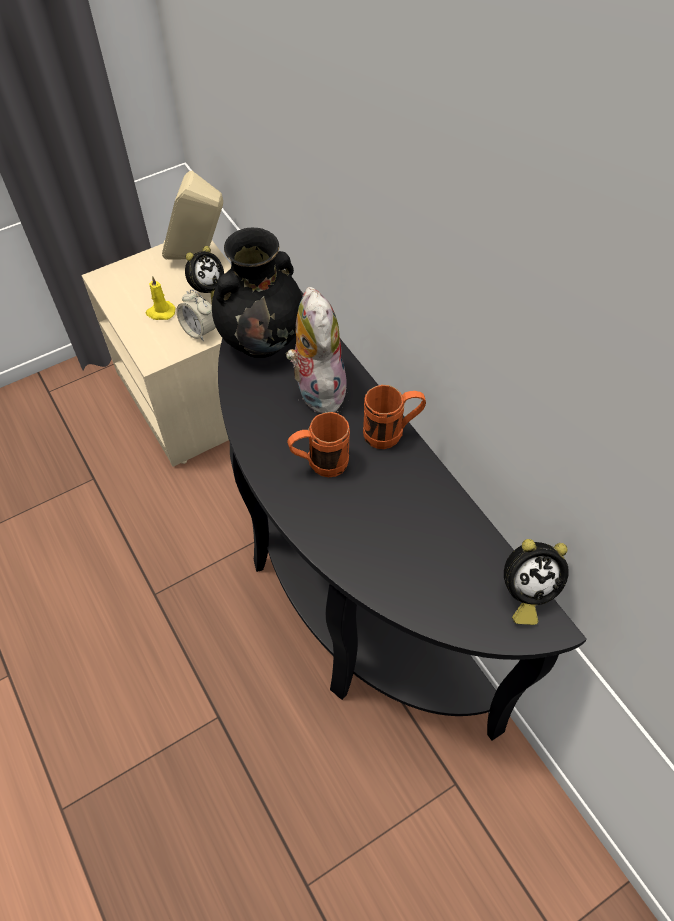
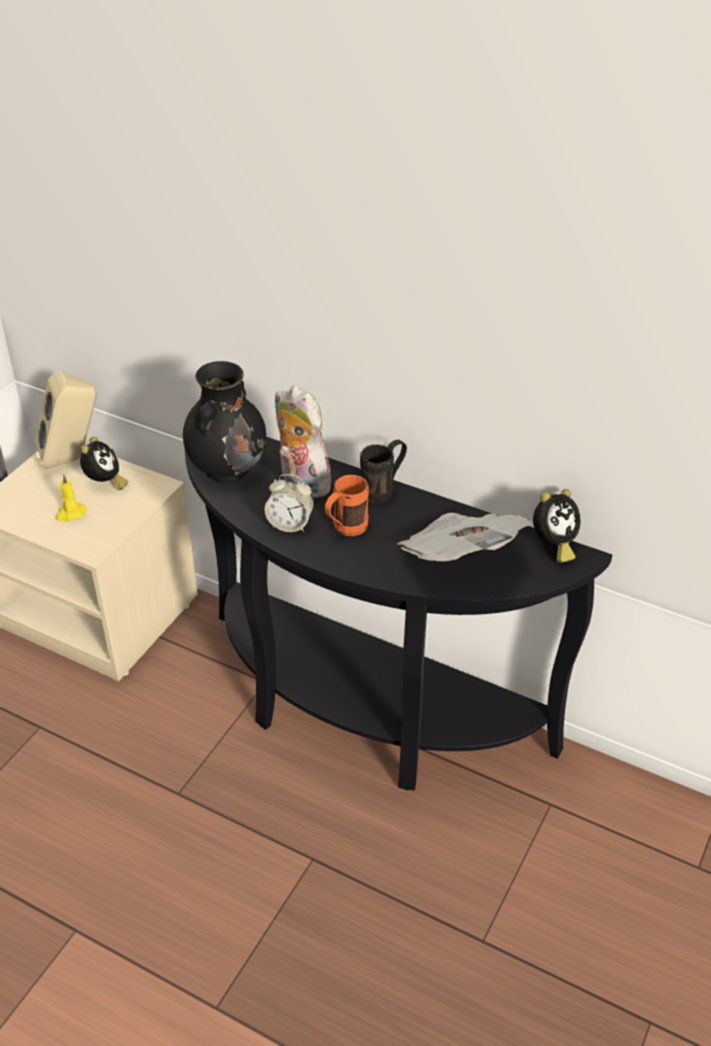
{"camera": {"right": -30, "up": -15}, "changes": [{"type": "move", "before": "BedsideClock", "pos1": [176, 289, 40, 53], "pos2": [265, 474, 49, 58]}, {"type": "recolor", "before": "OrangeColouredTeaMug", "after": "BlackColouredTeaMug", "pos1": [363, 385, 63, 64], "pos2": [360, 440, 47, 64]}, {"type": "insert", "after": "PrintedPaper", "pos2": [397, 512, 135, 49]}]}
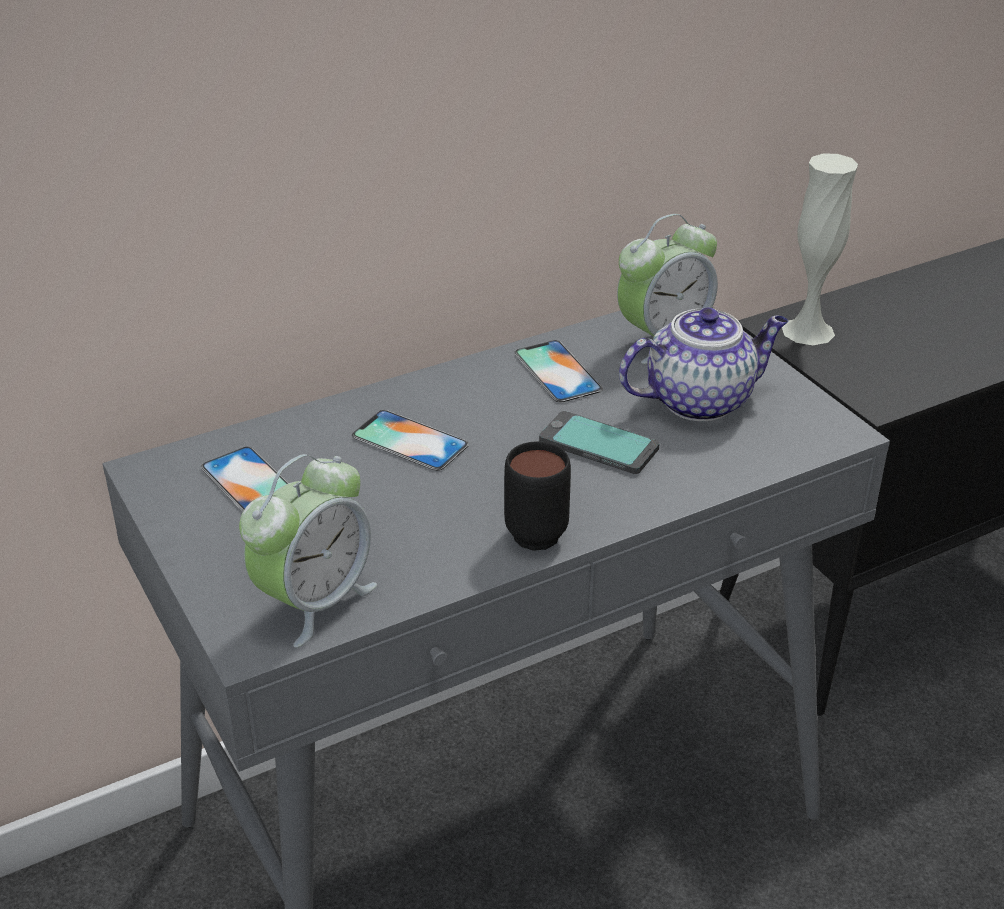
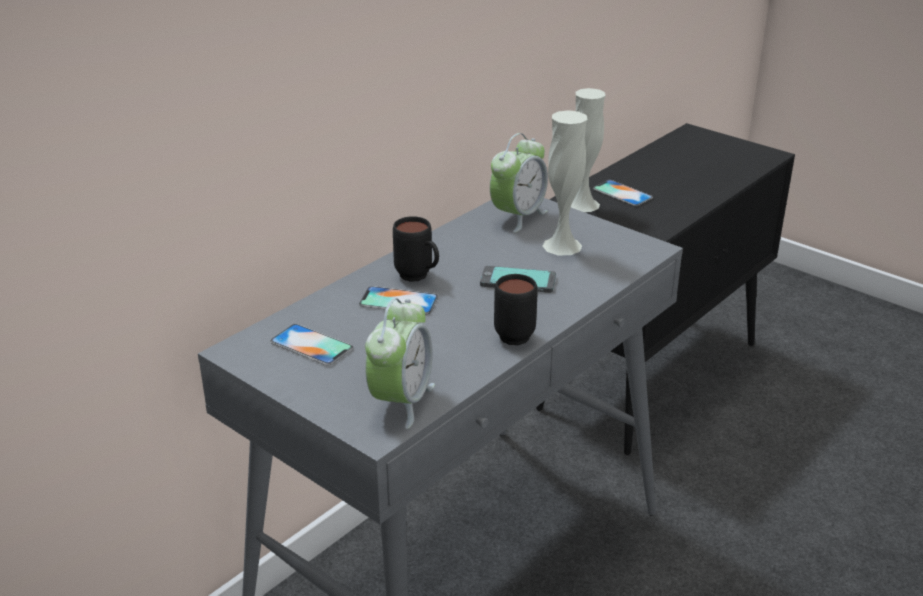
{"camera": {"right": -20, "up": -5}, "changes": [{"type": "replace", "before": "TeaPot", "after": "WhiteColouredFlowerVase", "pos1": [619, 308, 169, 113], "pos2": [543, 110, 44, 145]}, {"type": "move", "before": "Handset", "pos1": [514, 340, 89, 63], "pos2": [593, 180, 60, 26]}, {"type": "insert", "after": "BlackColouredTeaMug", "pos2": [393, 216, 46, 66]}]}
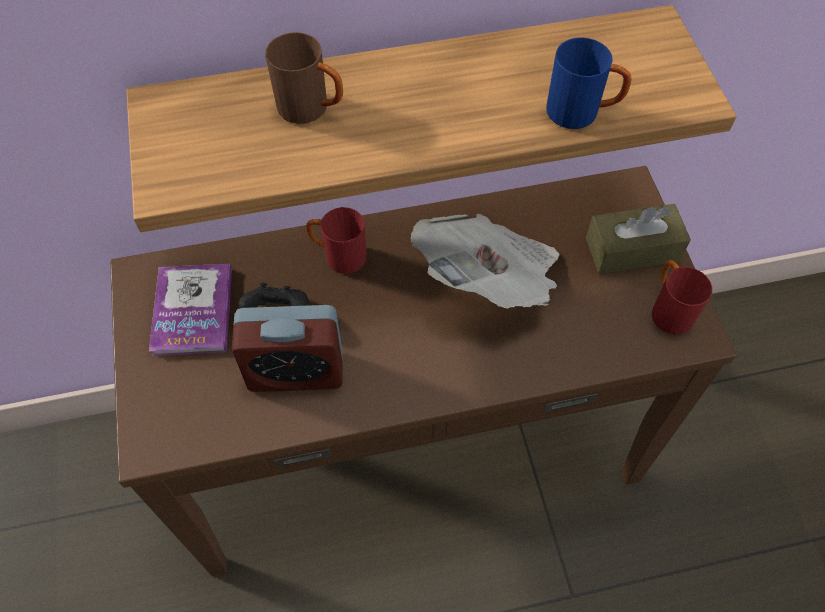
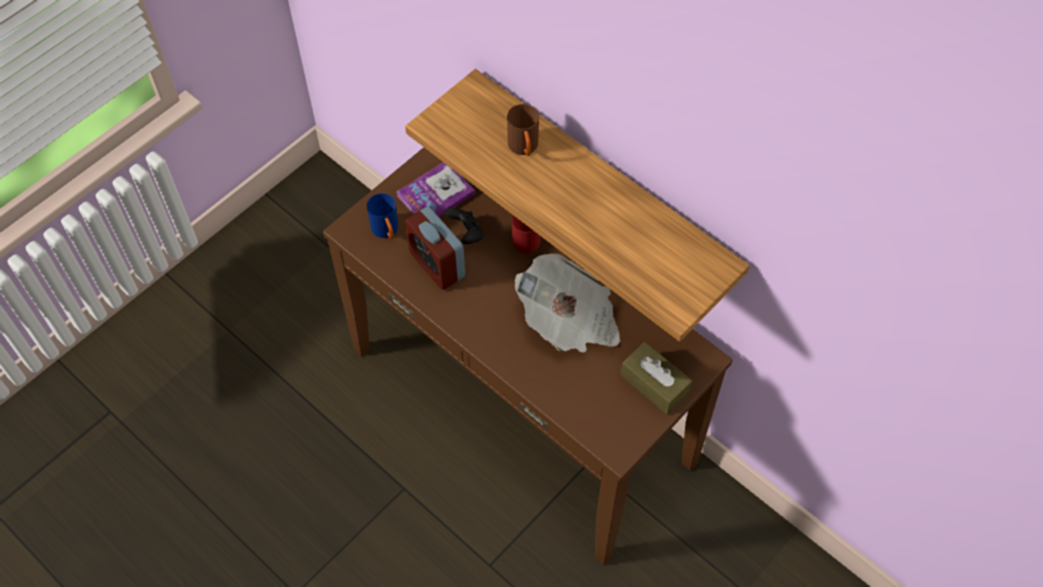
{"camera": {"right": 55, "up": 0}, "changes": [{"type": "move", "before": "BluishTeaMug", "pos1": [546, 37, 86, 92], "pos2": [367, 193, 31, 46]}, {"type": "delete", "before": "ReddishTeaMug", "pos1": [652, 260, 60, 75]}]}
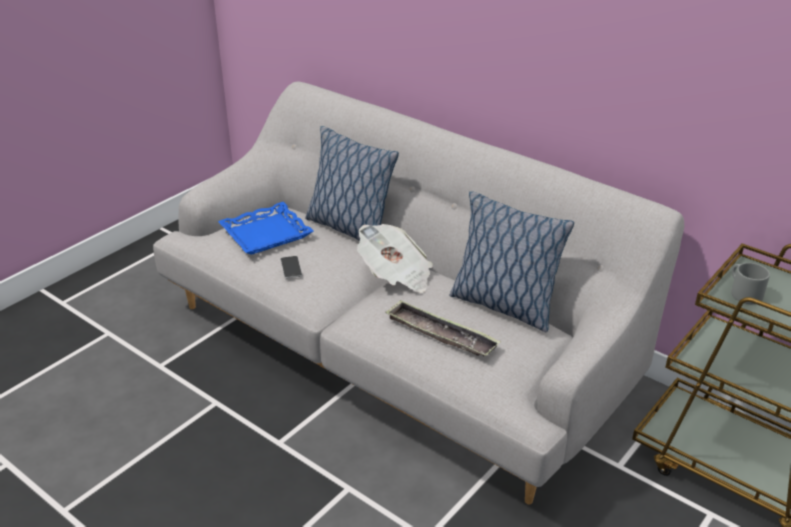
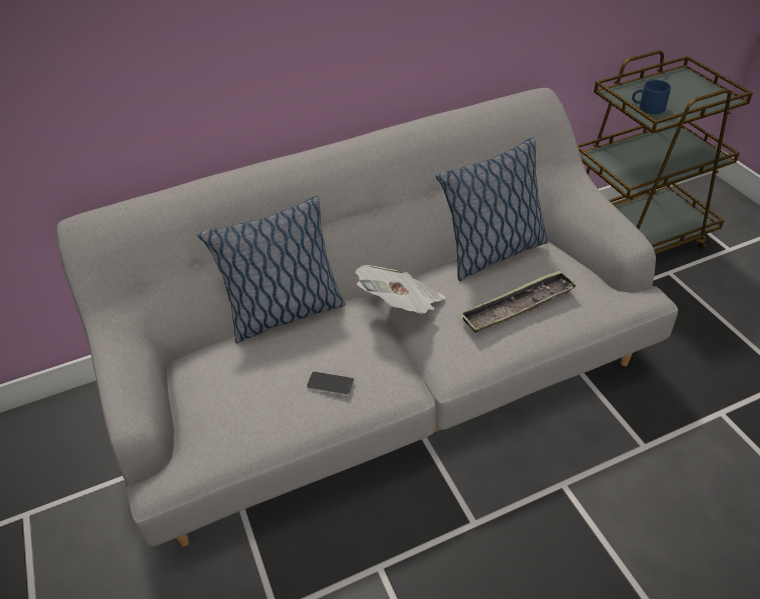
{"camera": {"right": -60, "up": 10}, "changes": [{"type": "delete", "before": "BluishCarryingTray", "pos1": [218, 202, 96, 53]}, {"type": "recolor", "before": "GreyTeaMug", "after": "BluishTeaMug", "pos1": [731, 263, 39, 41], "pos2": [632, 80, 39, 34]}]}
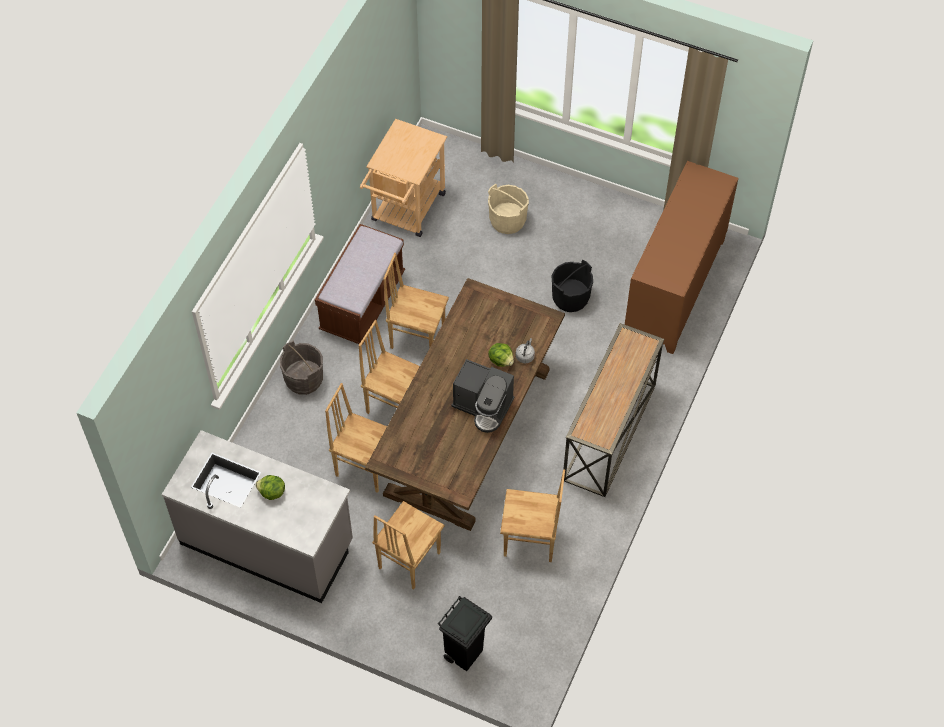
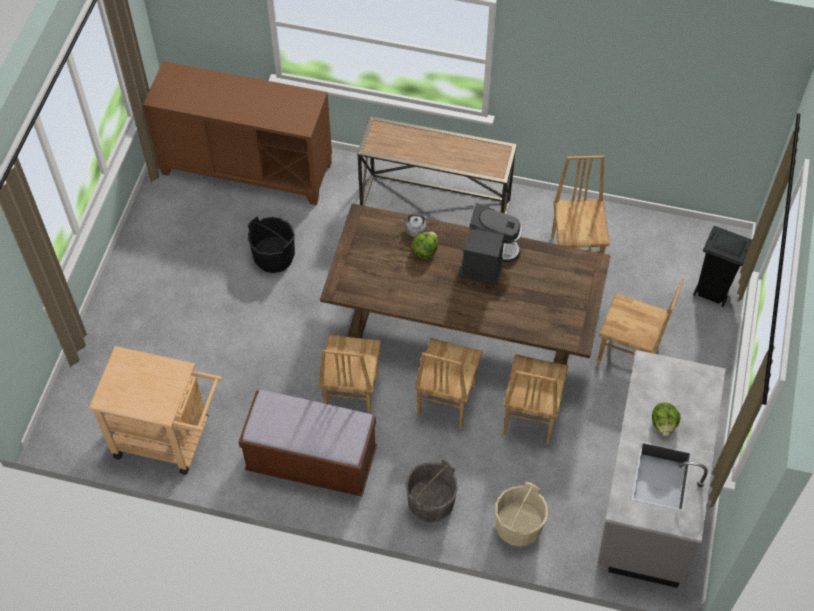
{"camera": {"right": -100, "up": 0}, "changes": [{"type": "move", "before": "BeigeBucket", "pos1": [488, 183, 41, 51], "pos2": [495, 482, 53, 65]}]}
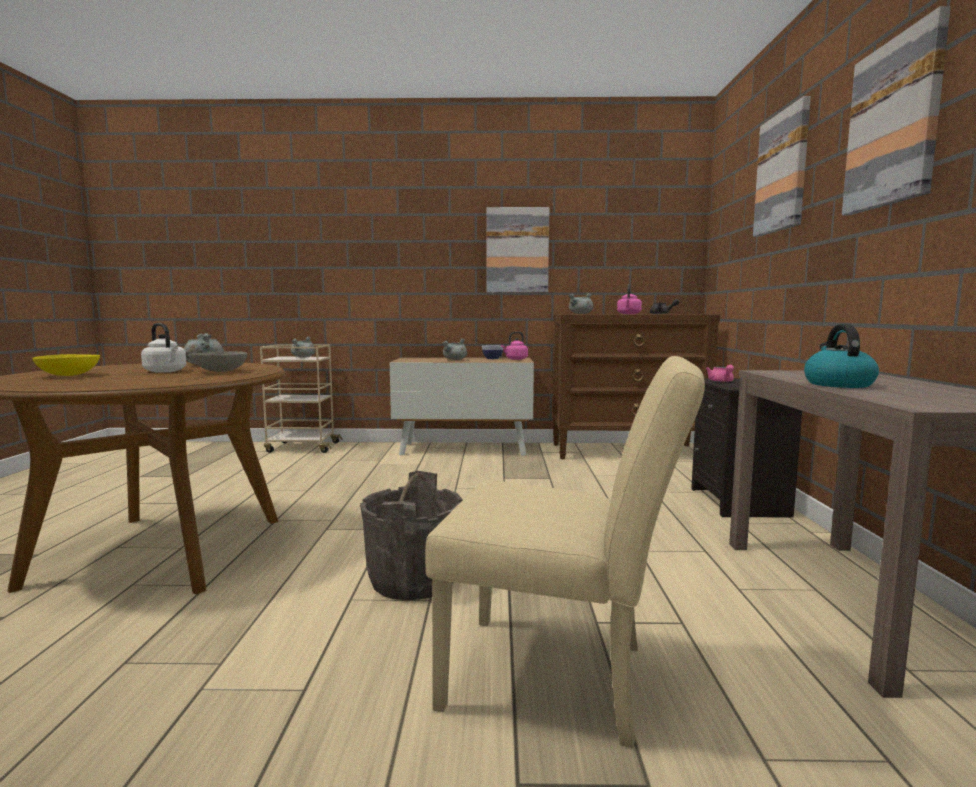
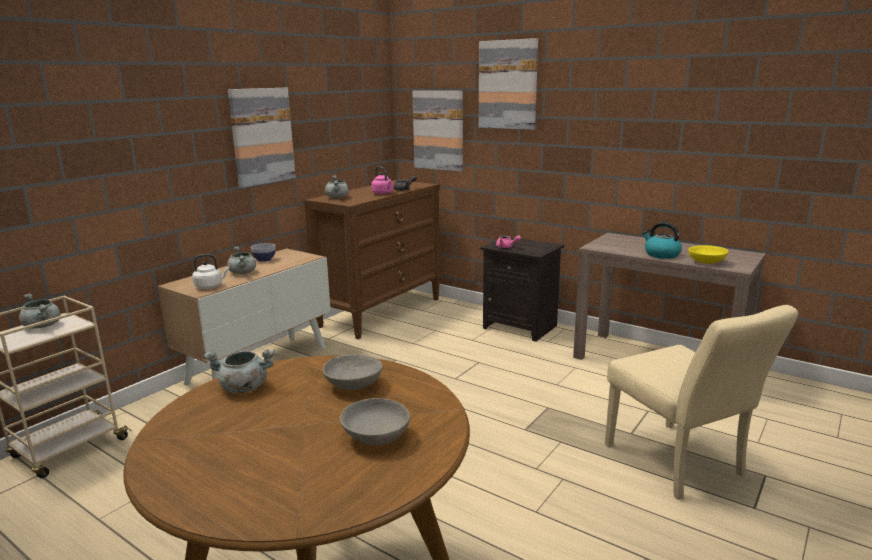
{"camera": {"right": -55, "up": 10}, "changes": [{"type": "move", "before": "WallArt", "pos1": [842, 6, 109, 209], "pos2": [412, 91, 51, 81]}, {"type": "move", "before": "WhiteColouredWaterKettle", "pos1": [141, 323, 45, 50], "pos2": [192, 254, 37, 35]}, {"type": "delete", "before": "PinkWaterKettle", "pos1": [501, 332, 27, 28]}, {"type": "move", "before": "YellowishServingBowl", "pos1": [32, 354, 68, 22], "pos2": [688, 245, 40, 19]}, {"type": "rotate", "before": "BeigePlainChair", "pos1": [425, 356, 280, 392], "pos2": [605, 305, 193, 195], "turn": 105}, {"type": "delete", "before": "GreyBucket", "pos1": [360, 471, 103, 129]}, {"type": "insert", "after": "GreyServingBowl", "pos2": [340, 398, 70, 47]}]}
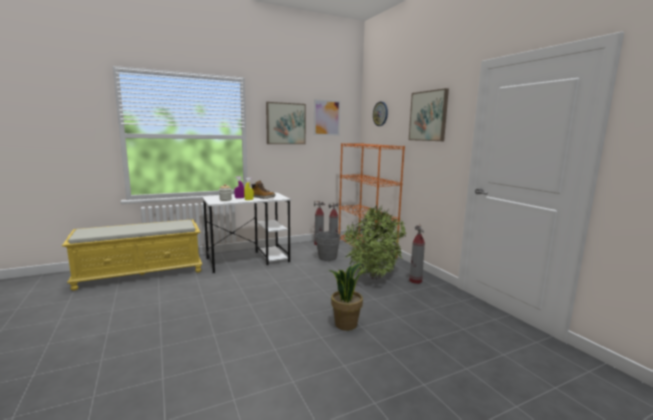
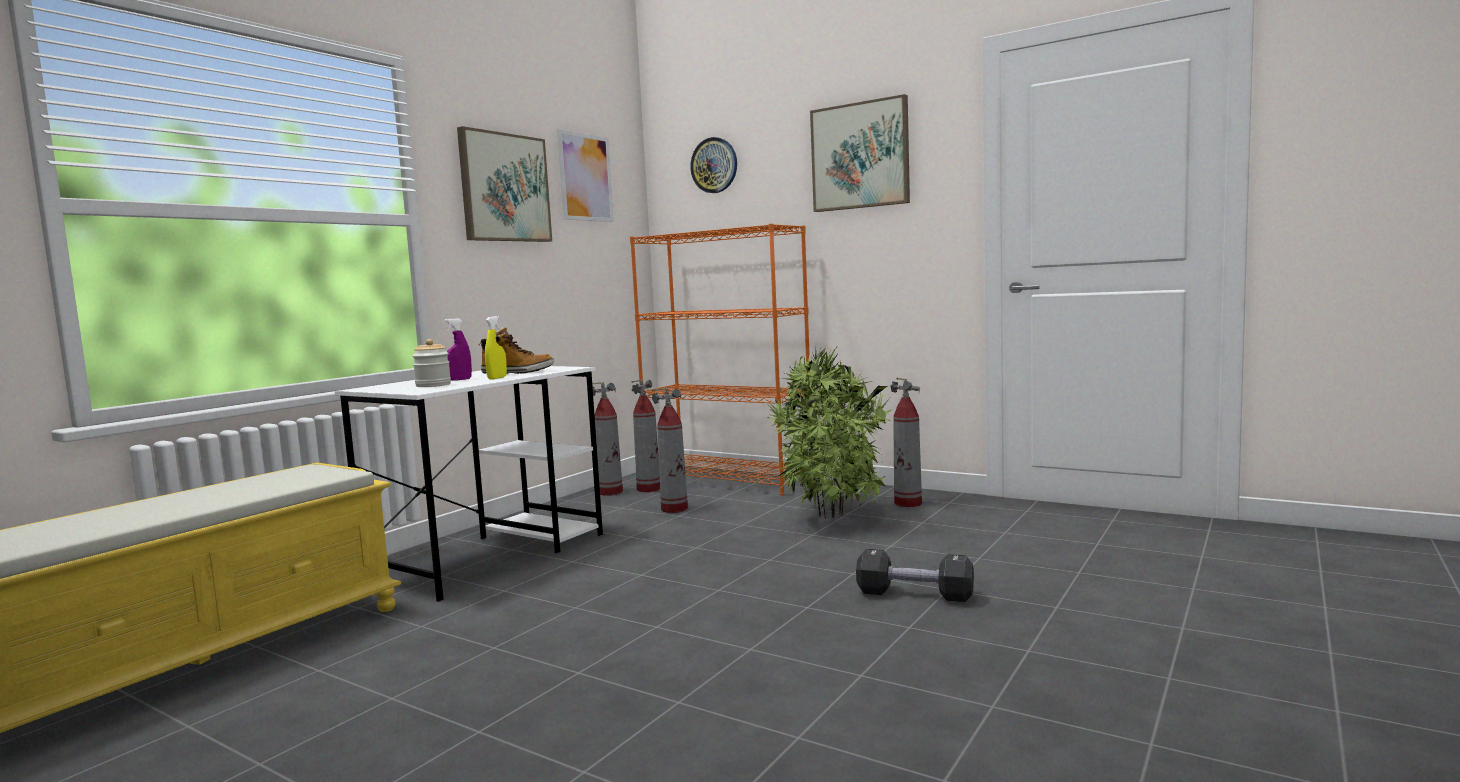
{"camera": {"right": -30, "up": -5}, "changes": [{"type": "replace", "before": "GreyBucket", "after": "FireFightingCylinder", "pos1": [315, 231, 26, 30], "pos2": [652, 388, 36, 125]}, {"type": "replace", "before": "Houseplant", "after": "BlackColouredHandWeight", "pos1": [329, 263, 39, 68], "pos2": [856, 549, 118, 53]}]}
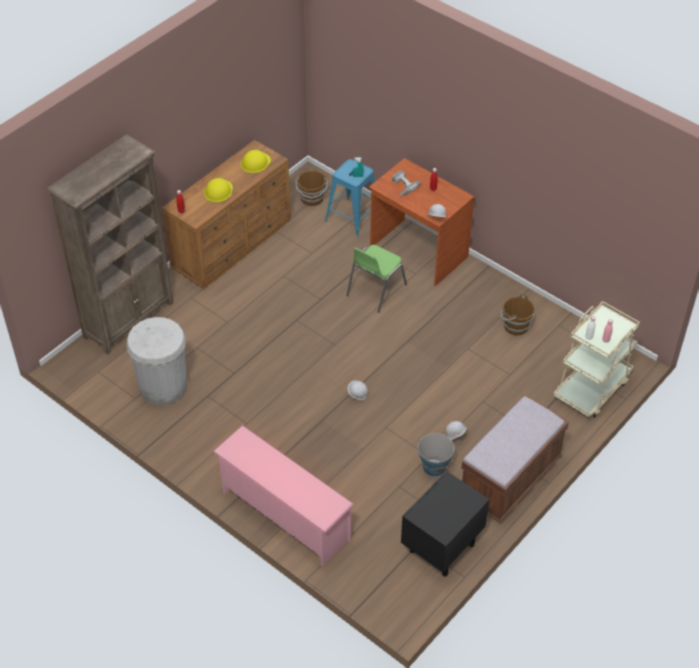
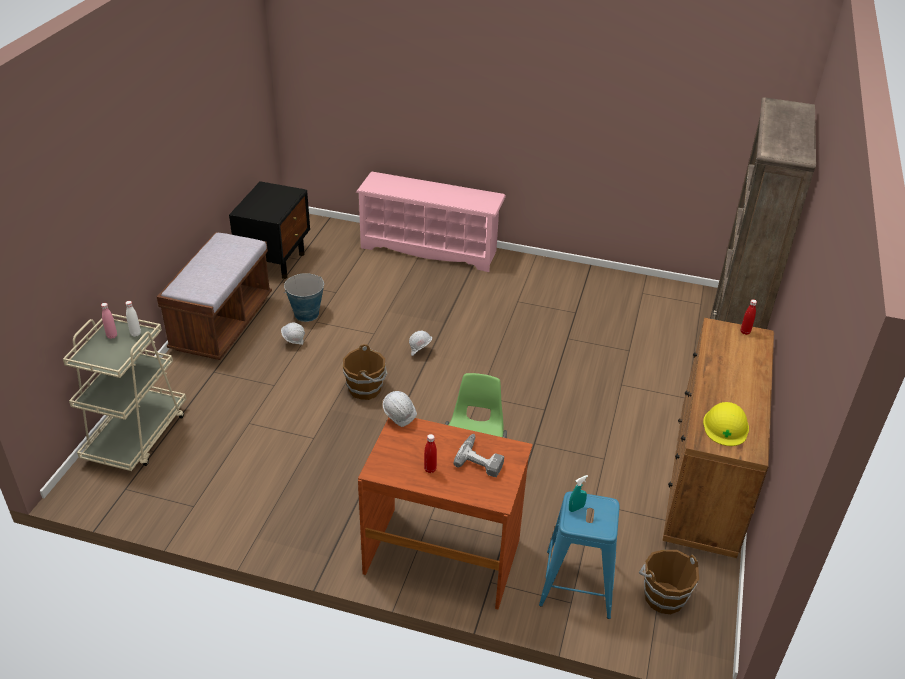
{"camera": {"right": 155, "up": -10}, "changes": [{"type": "delete", "before": "YellowishWorkHelmet", "pos1": [204, 178, 29, 24]}, {"type": "move", "before": "BrownBucket", "pos1": [500, 294, 35, 42], "pos2": [343, 344, 44, 56]}, {"type": "delete", "before": "WhiteColouredWasteBin", "pos1": [126, 317, 61, 89]}]}
